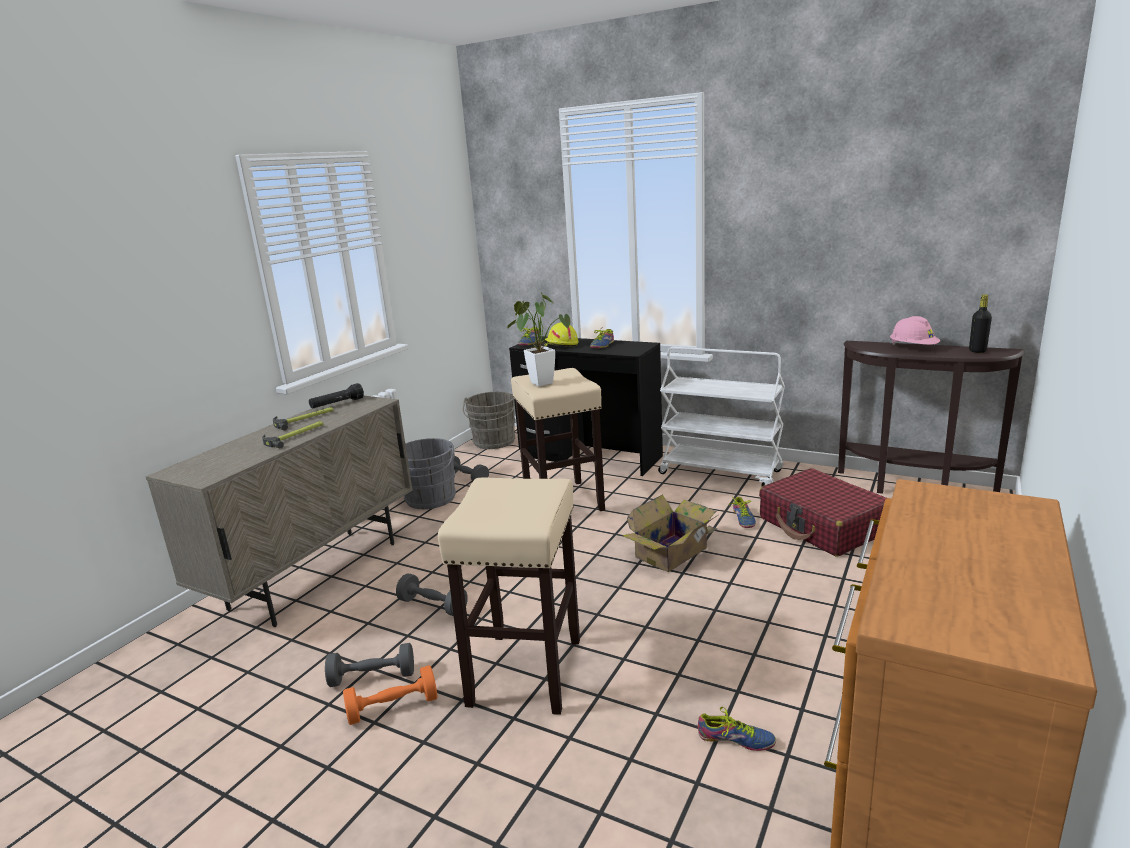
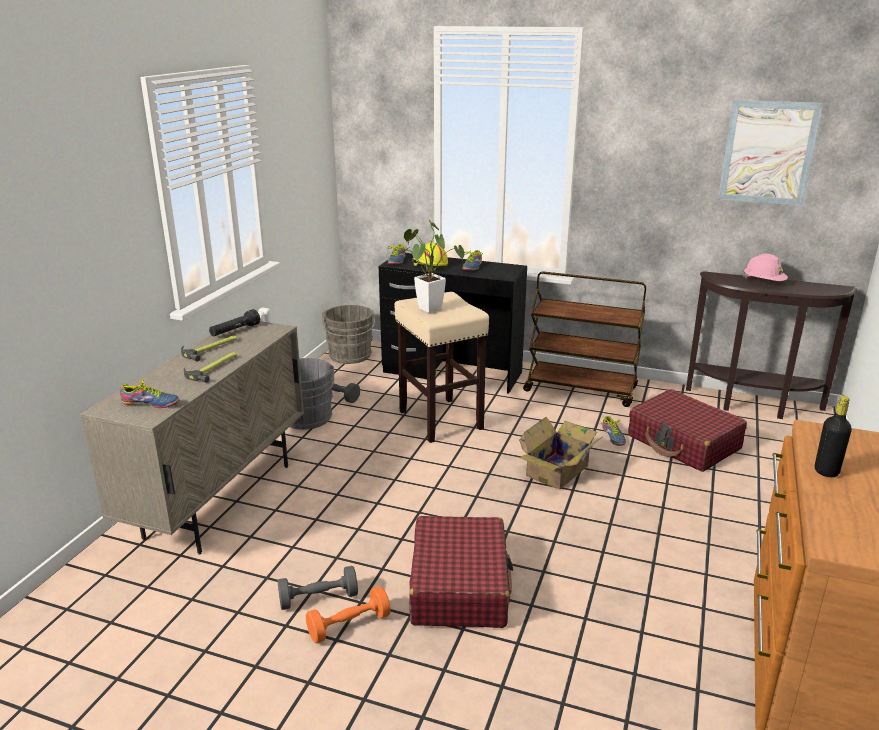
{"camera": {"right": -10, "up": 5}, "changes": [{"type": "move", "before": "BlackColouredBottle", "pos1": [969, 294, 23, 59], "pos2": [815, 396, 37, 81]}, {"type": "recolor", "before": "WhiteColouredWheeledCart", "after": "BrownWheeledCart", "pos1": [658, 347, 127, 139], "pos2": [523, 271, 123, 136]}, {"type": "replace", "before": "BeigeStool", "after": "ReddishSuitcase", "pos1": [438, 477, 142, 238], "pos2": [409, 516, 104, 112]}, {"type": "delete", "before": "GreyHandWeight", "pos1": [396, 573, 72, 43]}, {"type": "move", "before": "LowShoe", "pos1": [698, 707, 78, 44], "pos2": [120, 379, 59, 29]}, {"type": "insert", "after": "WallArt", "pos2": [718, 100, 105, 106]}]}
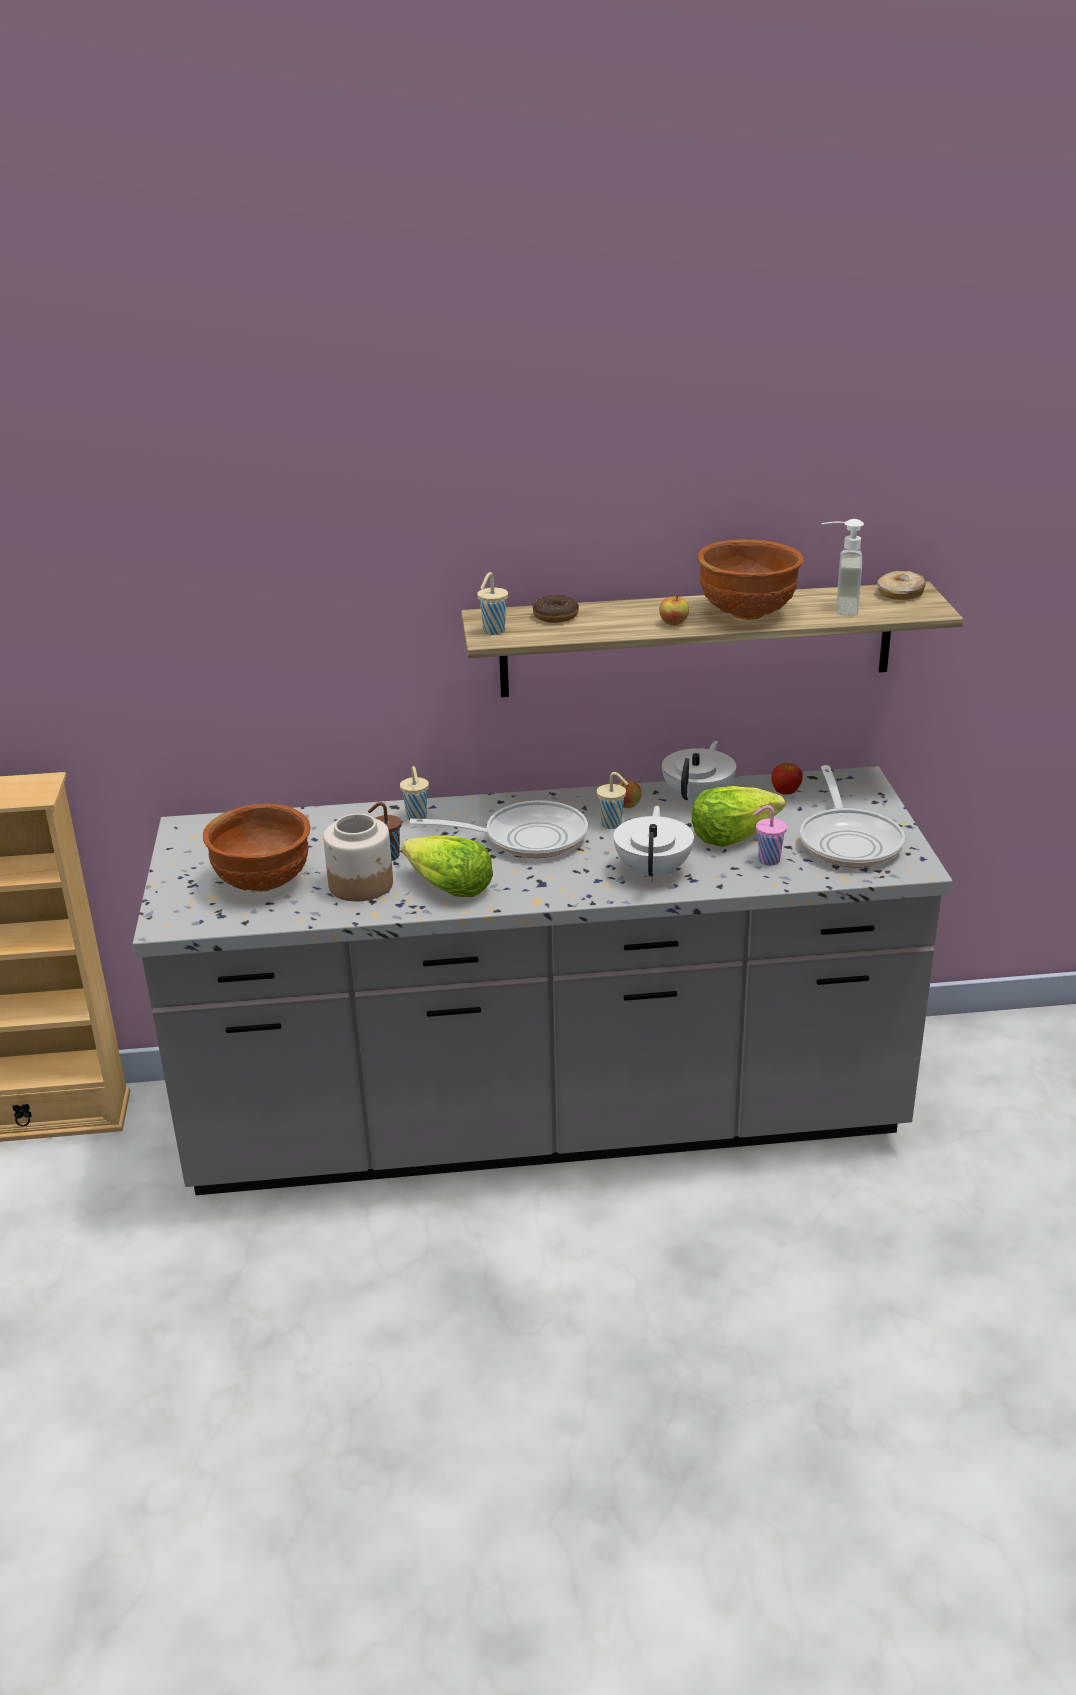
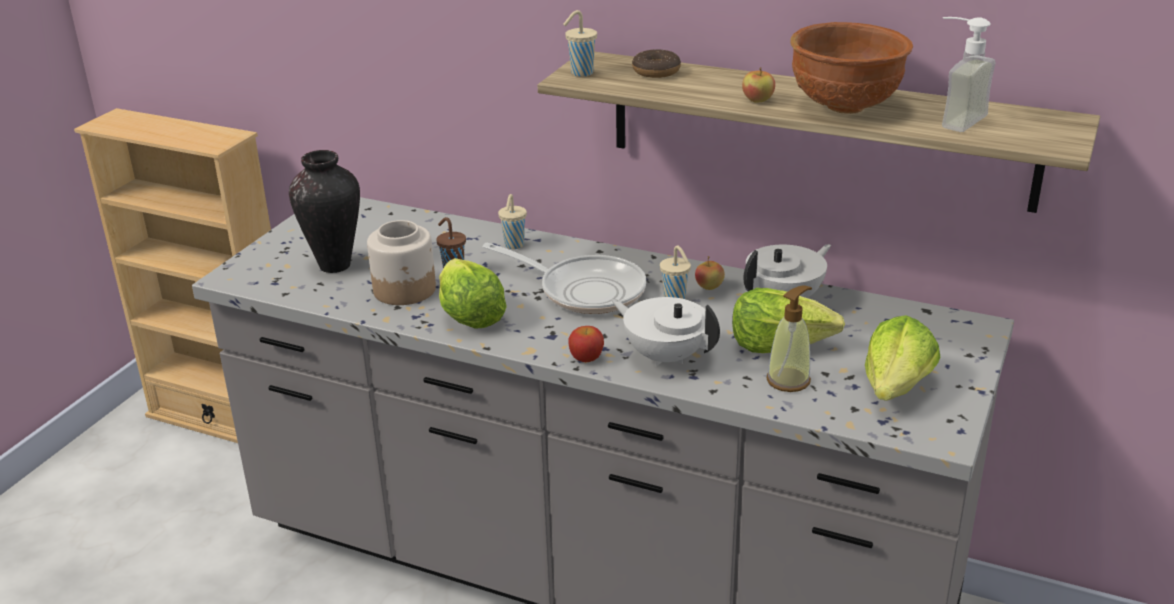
{"camera": {"right": 30, "up": 0}, "changes": [{"type": "delete", "before": "Doughnut", "pos1": [877, 571, 49, 29]}, {"type": "move", "before": "AppleFruit", "pos1": [771, 763, 32, 32], "pos2": [568, 326, 36, 36]}, {"type": "replace", "before": "Skillet", "after": "Lettuce", "pos1": [800, 765, 105, 102], "pos2": [865, 315, 75, 86]}, {"type": "replace", "before": "BrownServingBowl", "after": "FlowerVase", "pos1": [203, 804, 108, 88], "pos2": [289, 150, 71, 123]}, {"type": "replace", "before": "PinkSmallCup", "after": "LiquidSoapBottle", "pos1": [754, 805, 33, 61], "pos2": [767, 286, 45, 106]}, {"type": "rotate", "before": "WhiteColouredTeaPot", "pos1": [614, 806, 80, 76], "pos2": [611, 297, 109, 70], "turn": -90}]}
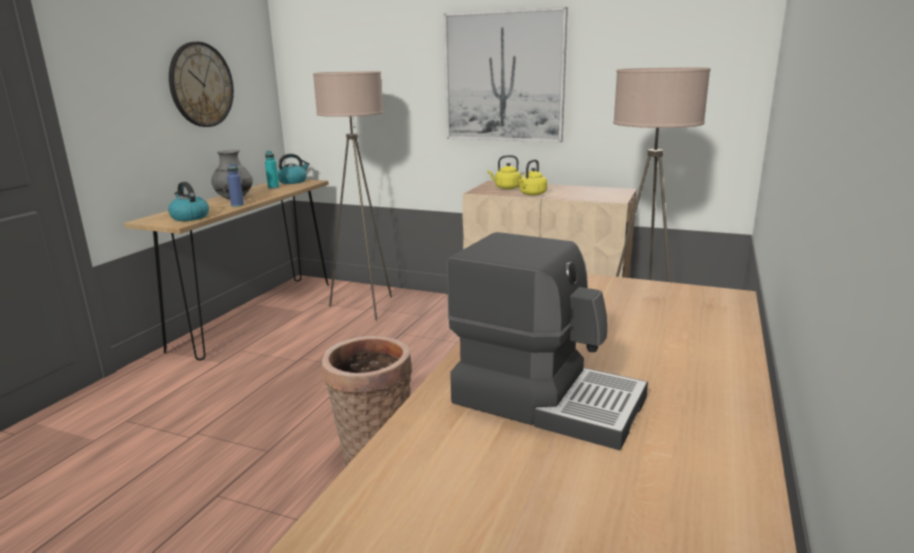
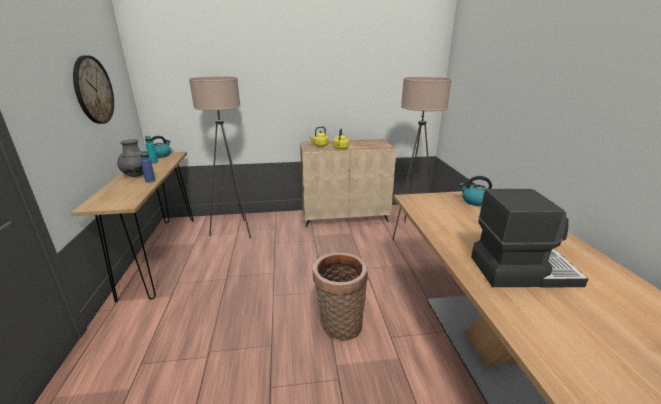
{"camera": {"right": -30, "up": 5}, "changes": [{"type": "delete", "before": "WallArt", "pos1": [444, 7, 124, 135]}, {"type": "move", "before": "WaterKettle", "pos1": [168, 182, 41, 39], "pos2": [459, 176, 33, 30]}]}
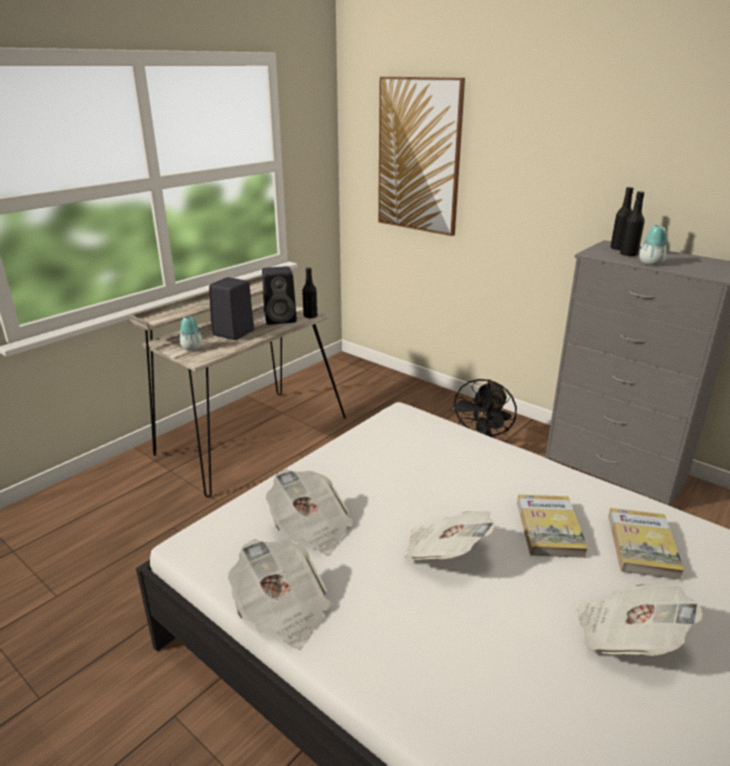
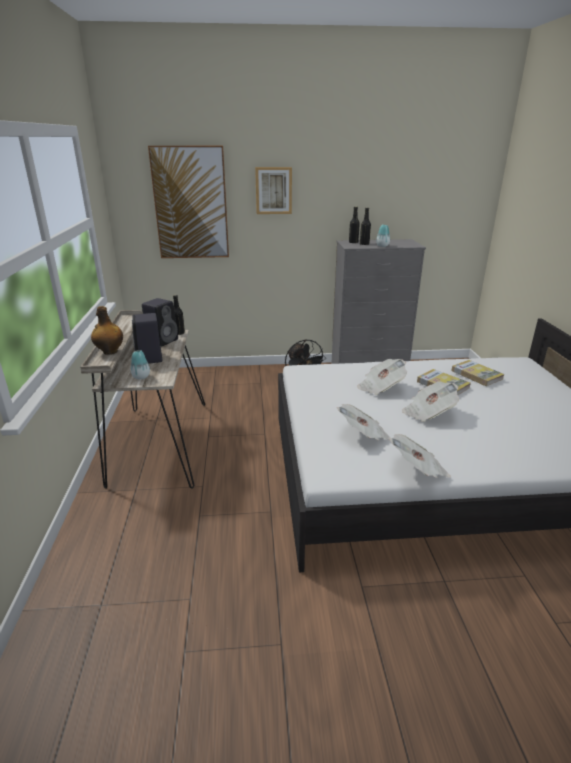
{"camera": {"right": -45, "up": 0}, "changes": [{"type": "move", "before": "PrintedPaper", "pos1": [577, 584, 126, 72], "pos2": [357, 359, 50, 36]}, {"type": "insert", "after": "WallArt", "pos2": [255, 167, 37, 47]}, {"type": "insert", "after": "Bottle", "pos2": [91, 306, 32, 49]}]}
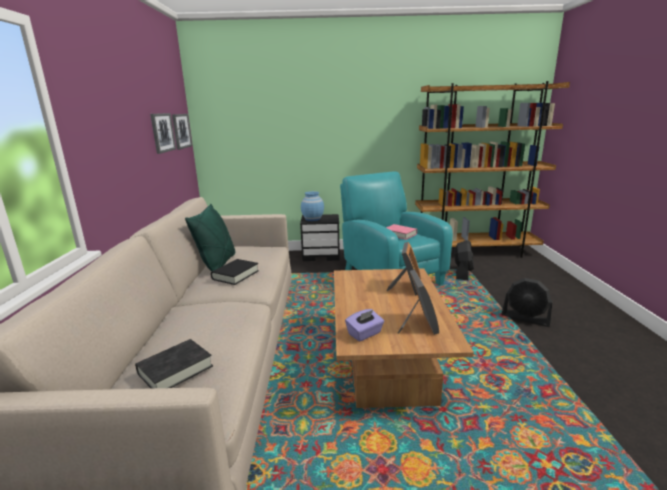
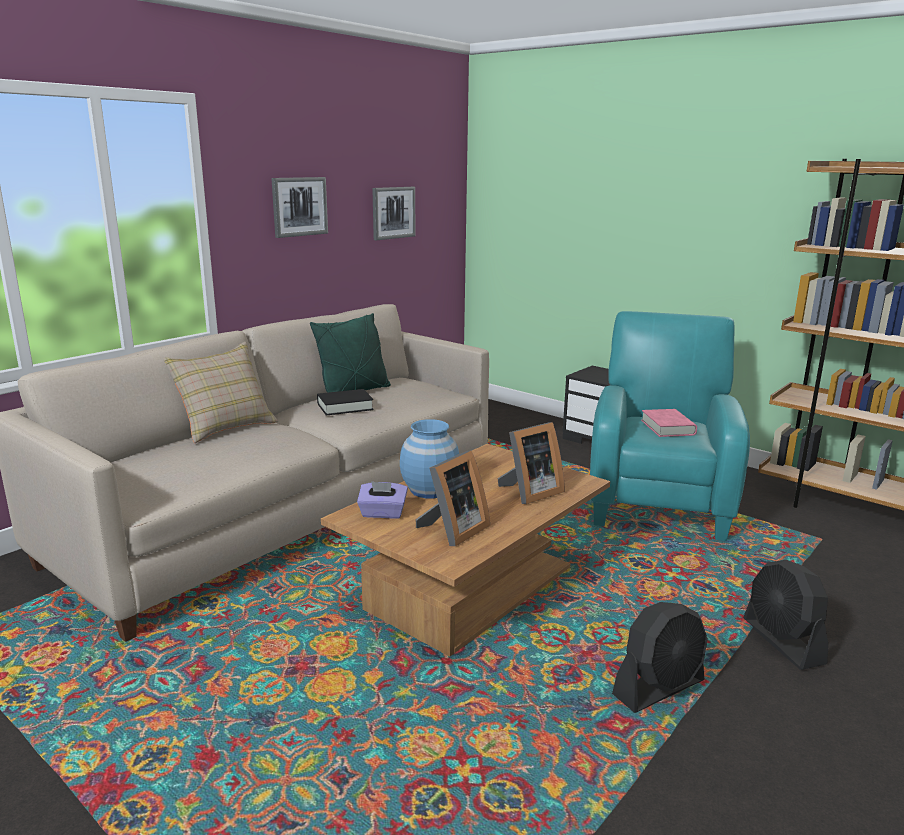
{"camera": {"right": 40, "up": 0}, "changes": [{"type": "move", "before": "WallArt", "pos1": [172, 114, 20, 36], "pos2": [271, 177, 57, 61]}, {"type": "move", "before": "BluishFlowerVase", "pos1": [301, 191, 23, 30], "pos2": [400, 419, 59, 79]}, {"type": "move", "before": "BlackColouredFan", "pos1": [454, 240, 20, 40], "pos2": [612, 602, 96, 111]}, {"type": "delete", "before": "BlackColouredVolume", "pos1": [135, 339, 78, 49]}, {"type": "insert", "after": "BeigeCushion", "pos2": [163, 342, 115, 101]}]}
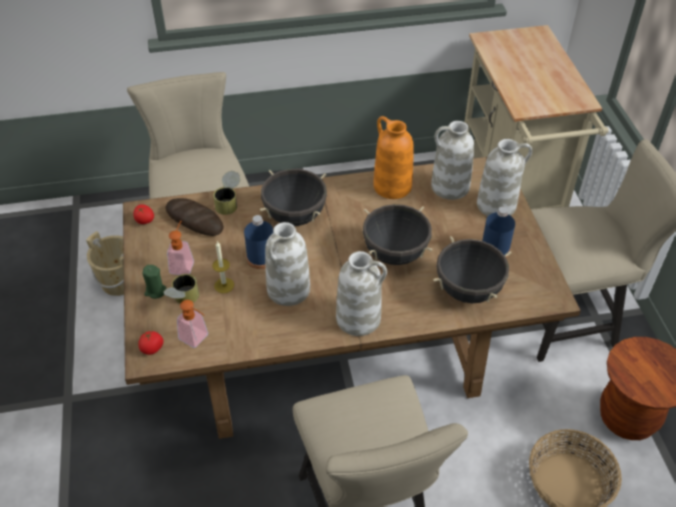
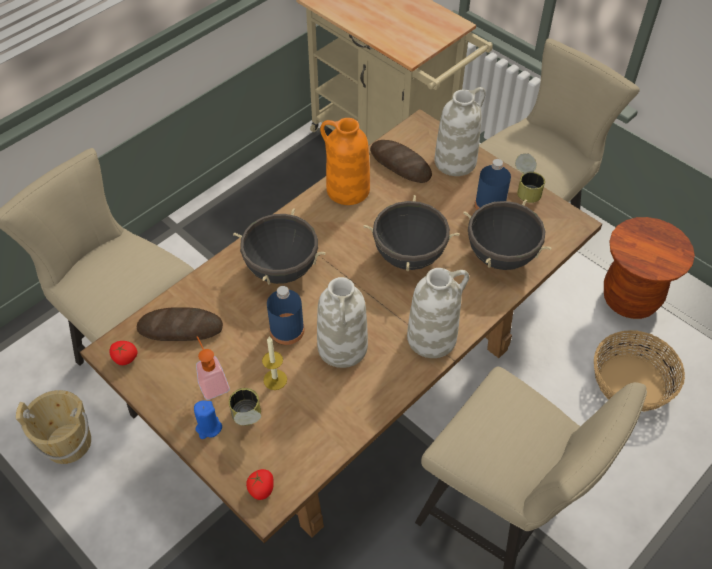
{"camera": {"right": -35, "up": 5}, "changes": [{"type": "replace", "before": "WhiteColouredFlowerVase", "after": "BakeryBread", "pos1": [431, 121, 43, 79], "pos2": [370, 140, 62, 43]}, {"type": "move", "before": "Can", "pos1": [213, 171, 27, 44], "pos2": [515, 153, 30, 50]}, {"type": "recolor", "before": "GreenColouredCandle", "after": "BluishCandle", "pos1": [143, 265, 23, 34], "pos2": [194, 400, 28, 39]}, {"type": "delete", "before": "LiquidSoapBottle", "pos1": [177, 300, 31, 48]}]}
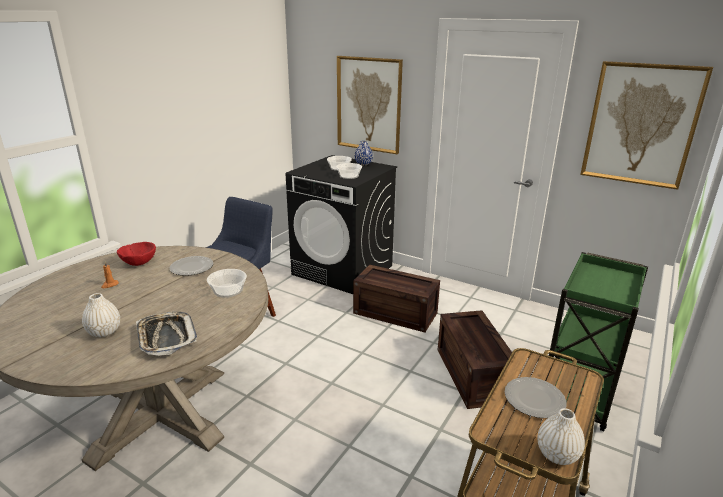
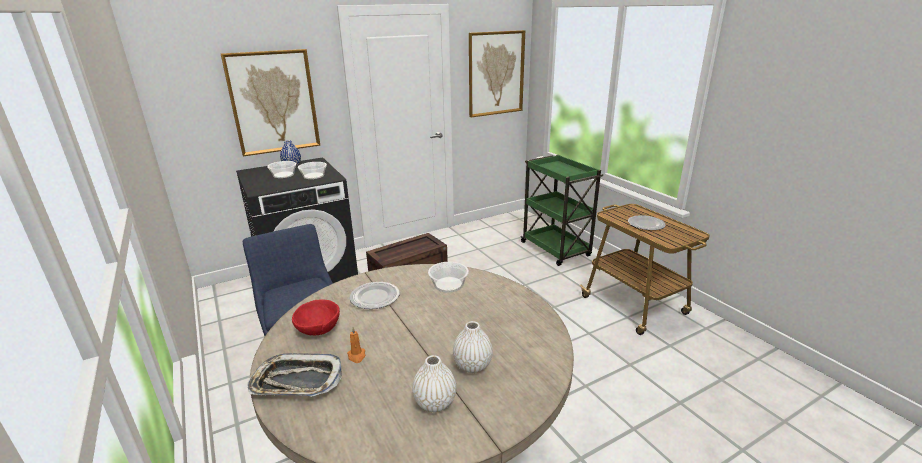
{"camera": {"right": -60, "up": 0}, "changes": [{"type": "delete", "before": "Crate", "pos1": [438, 310, 74, 99]}, {"type": "move", "before": "CarryingTray", "pos1": [136, 312, 61, 44], "pos2": [247, 353, 95, 44]}, {"type": "move", "before": "WhiteColouredFlowerVase", "pos1": [538, 408, 47, 57], "pos2": [412, 355, 44, 57]}]}
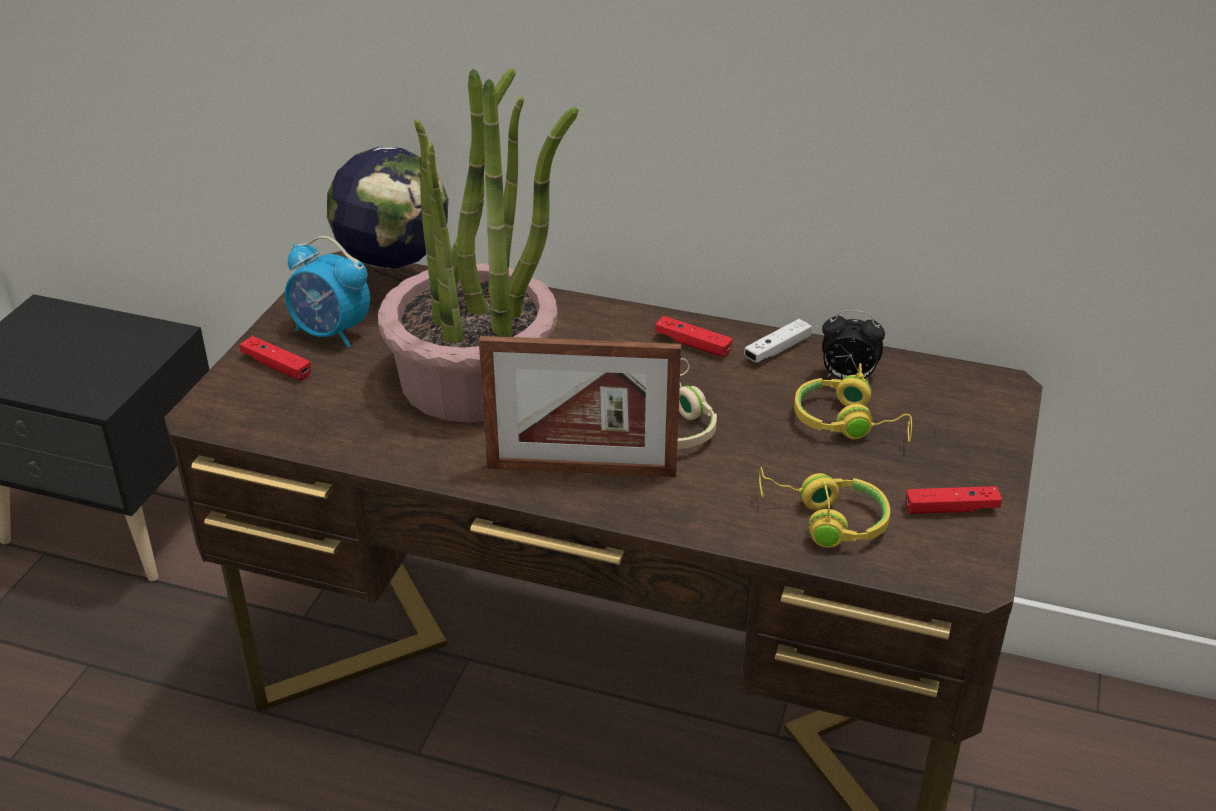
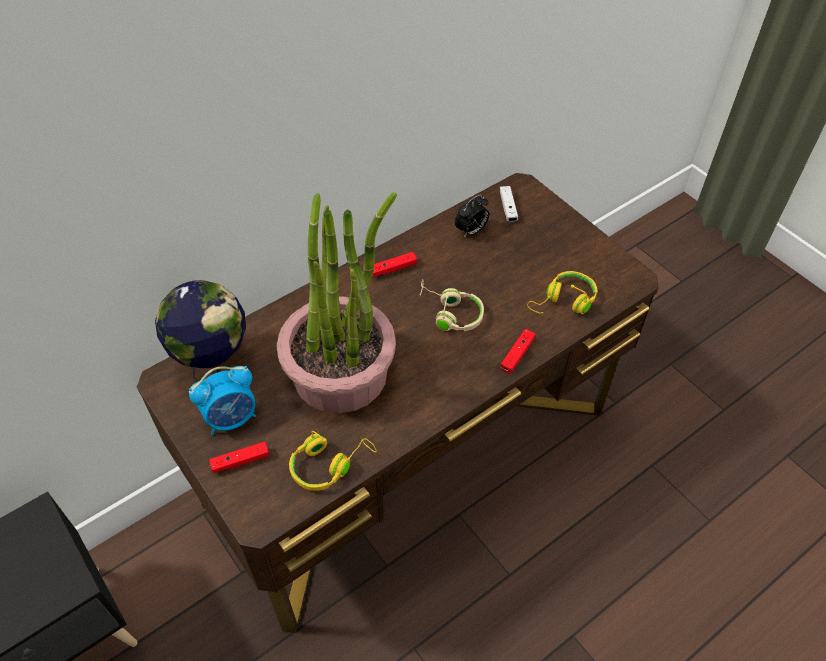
{"camera": {"right": -55, "up": 15}, "changes": [{"type": "move", "before": "WhiteColouredGamepad", "pos1": [744, 319, 68, 43], "pos2": [500, 186, 18, 36]}, {"type": "delete", "before": "PictureFrame", "pos1": [479, 336, 202, 141]}, {"type": "move", "before": "YellowishHeadphones", "pos1": [794, 363, 118, 79], "pos2": [289, 431, 88, 60]}, {"type": "move", "before": "ReddishGamepad", "pos1": [906, 486, 96, 28], "pos2": [500, 329, 36, 45]}]}
